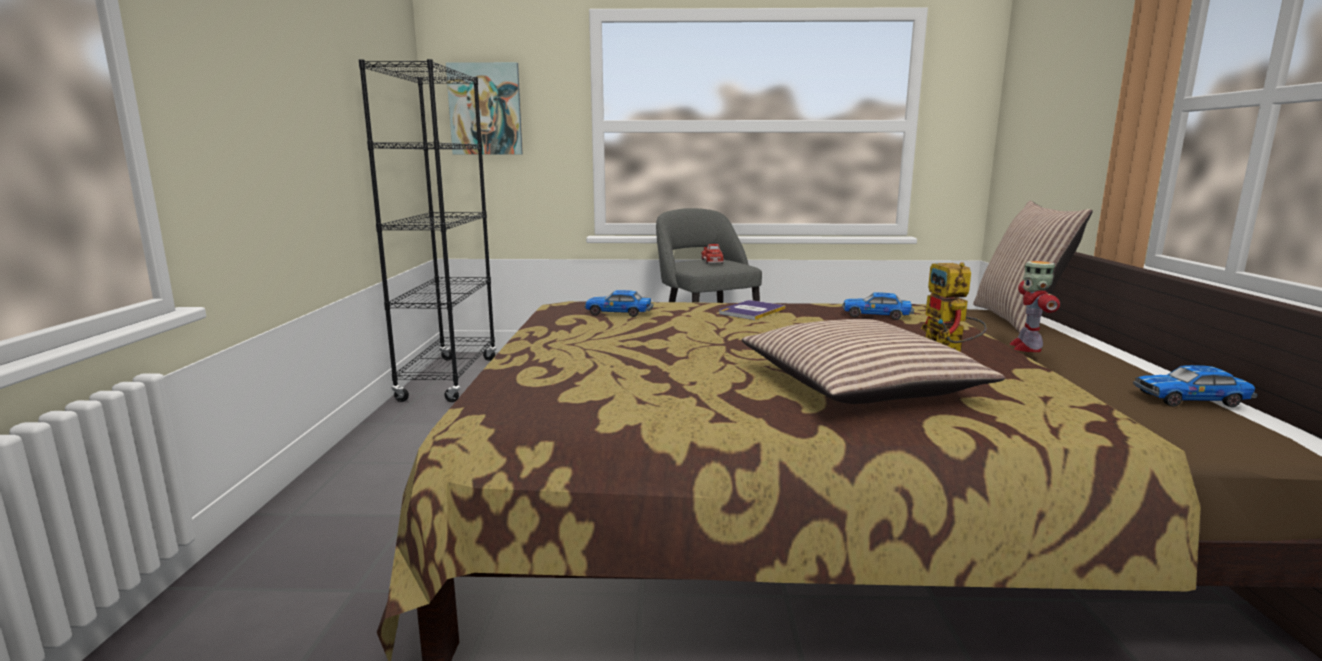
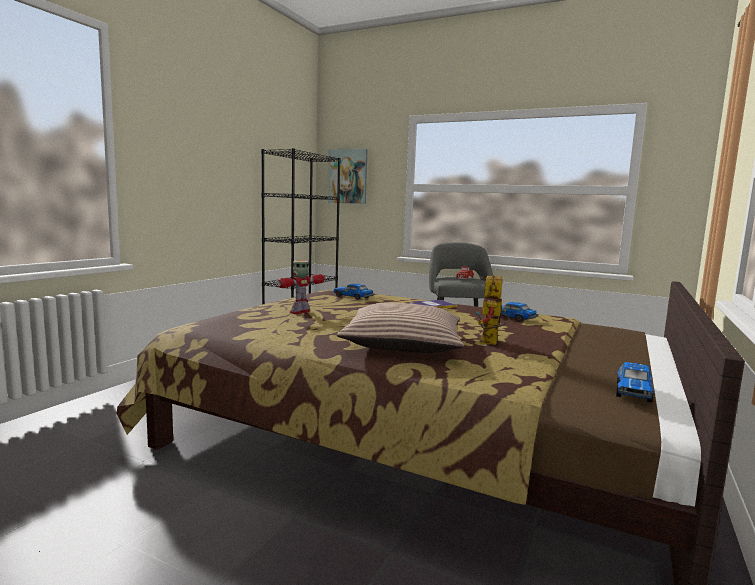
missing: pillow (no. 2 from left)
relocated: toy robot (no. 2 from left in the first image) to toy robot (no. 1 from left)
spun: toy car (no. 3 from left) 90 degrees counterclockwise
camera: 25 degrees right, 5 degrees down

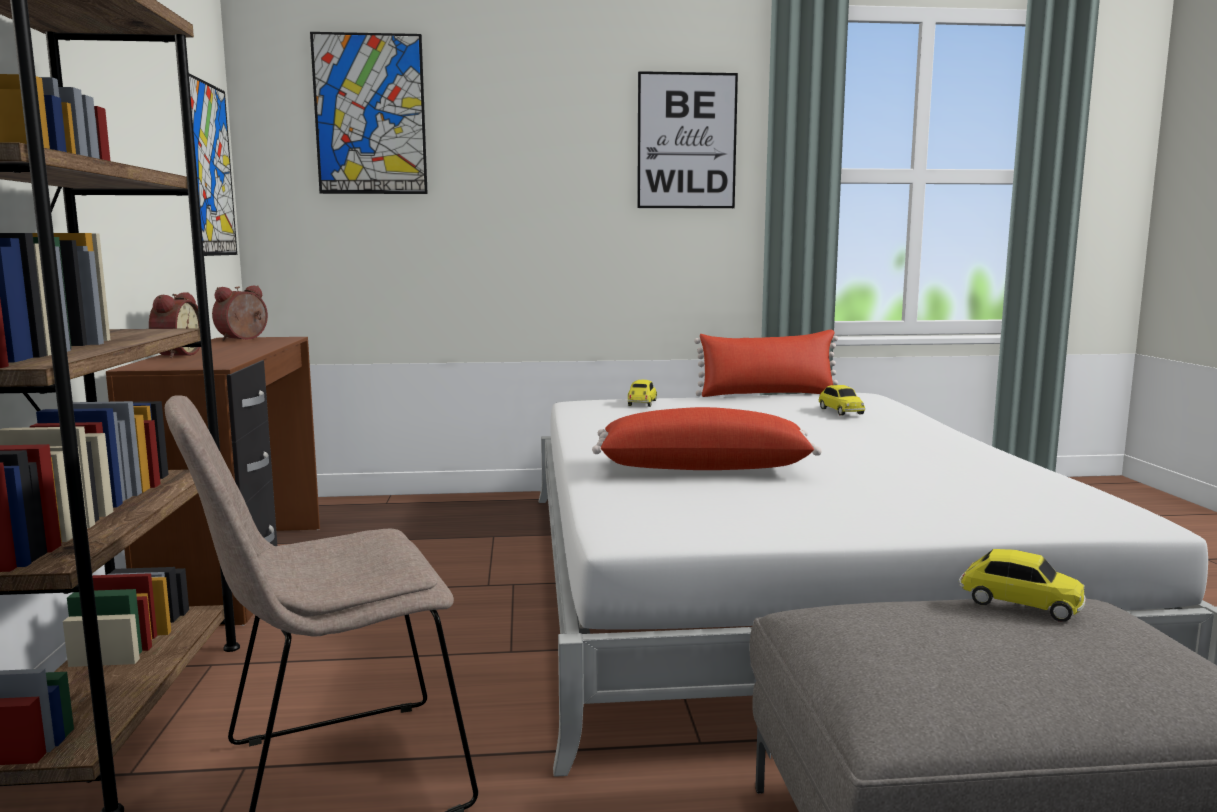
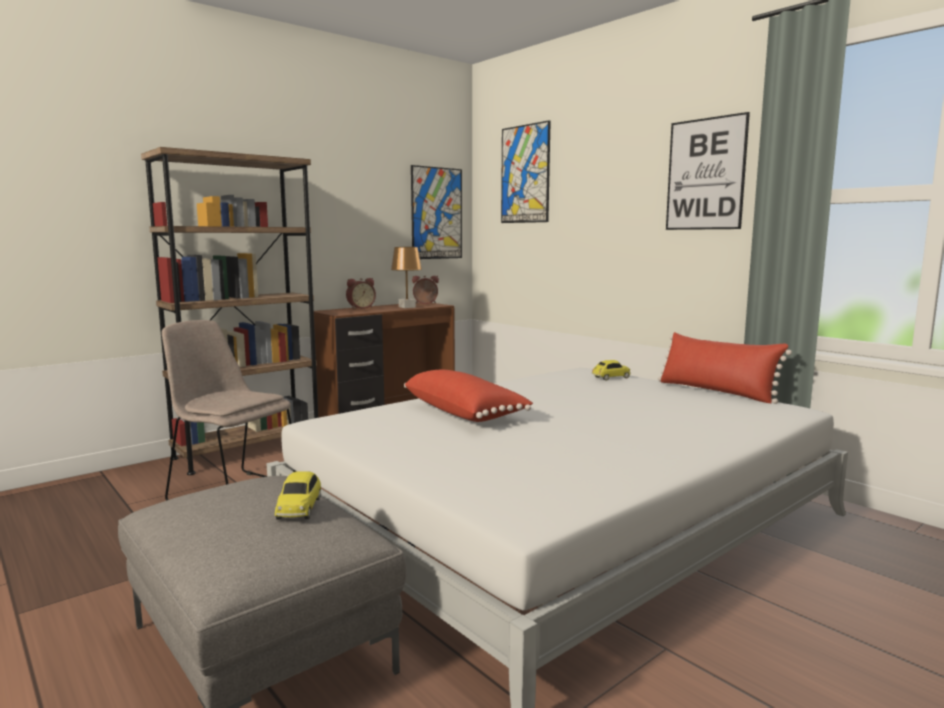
missing: toy car (no. 2 from left)
appeared: table lamp (brown)
camera: 55 degrees right, 0 degrees up

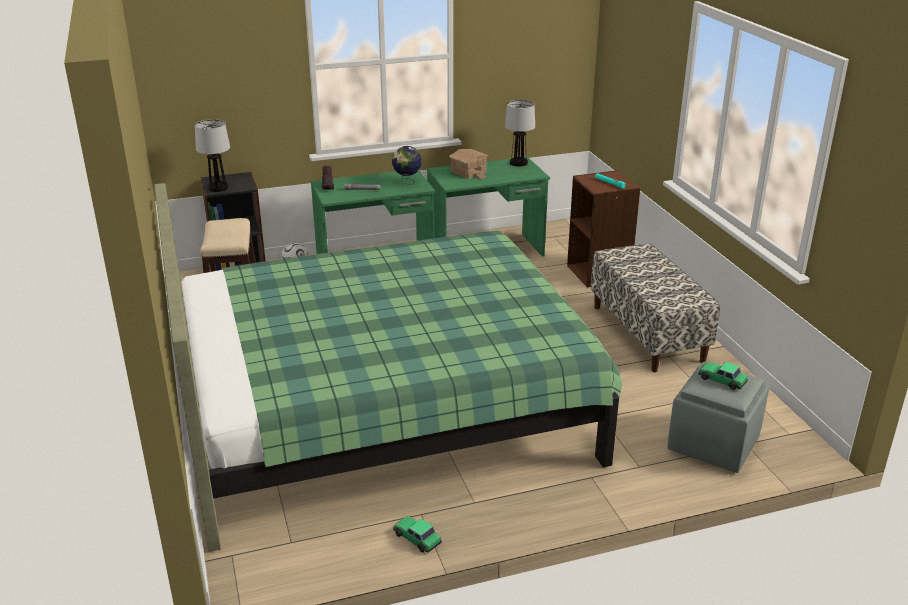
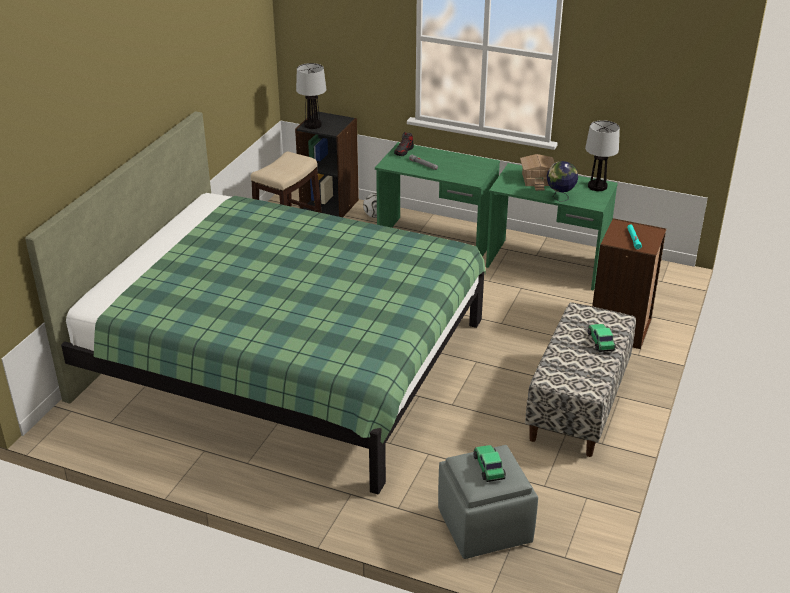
relocated: globe; toy car (no. 1 from left in the first image) to toy car (no. 2 from left)
camera: 40 degrees right, 5 degrees up

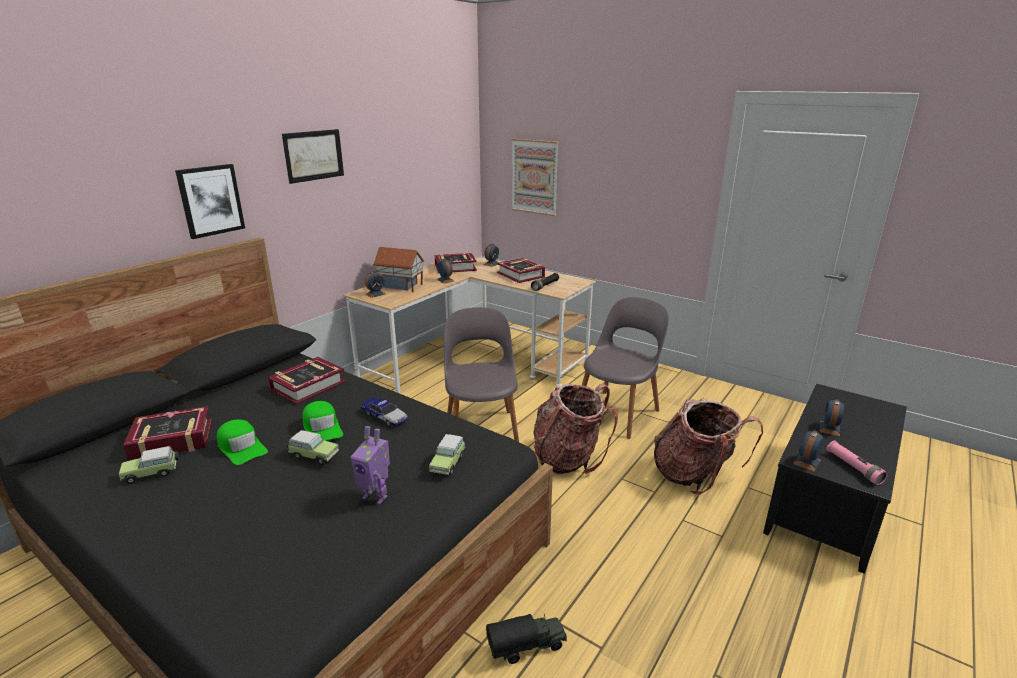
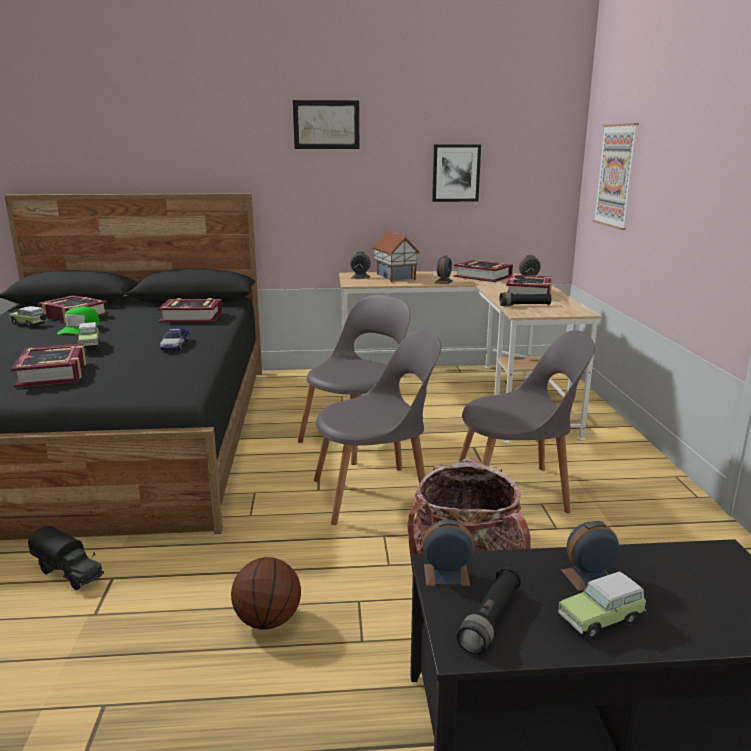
missing: cap (green) (no. 2 from left)
appeared: basketball
relocated: picture (no. 1 from left in the first image) to picture (no. 2 from left); toy car (no. 4 from left)
exchanged: toy robot to book (no. 1 from left); backpack (no. 1 from left) to chair (grey) (no. 2 from left)
colour: flashlight (pink) to flashlight (black) (no. 1 from left)
camera: 50 degrees right, 5 degrees down

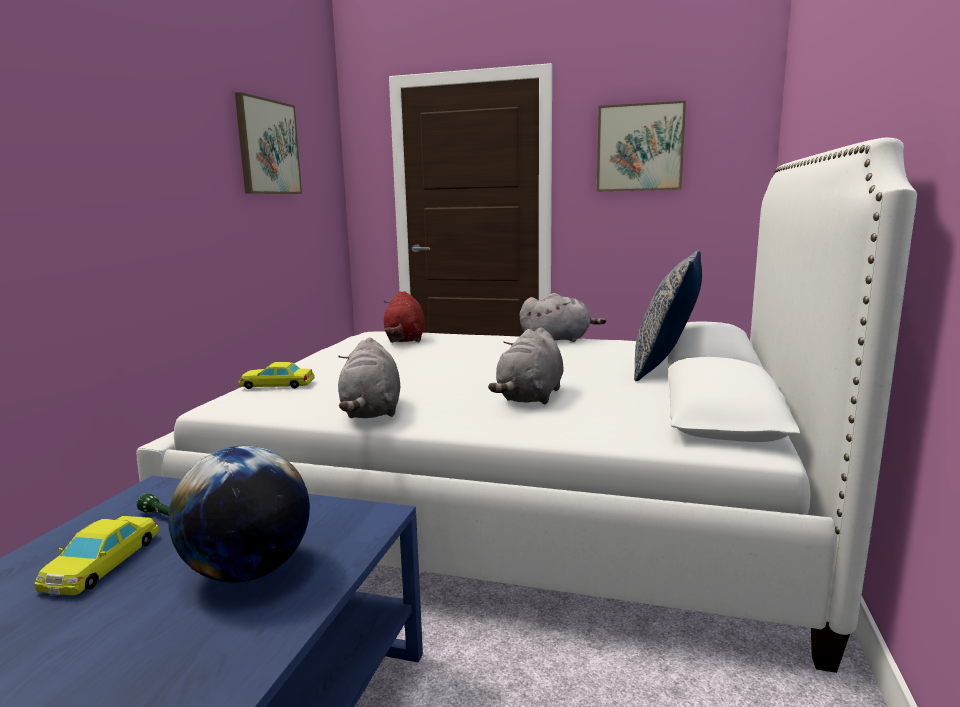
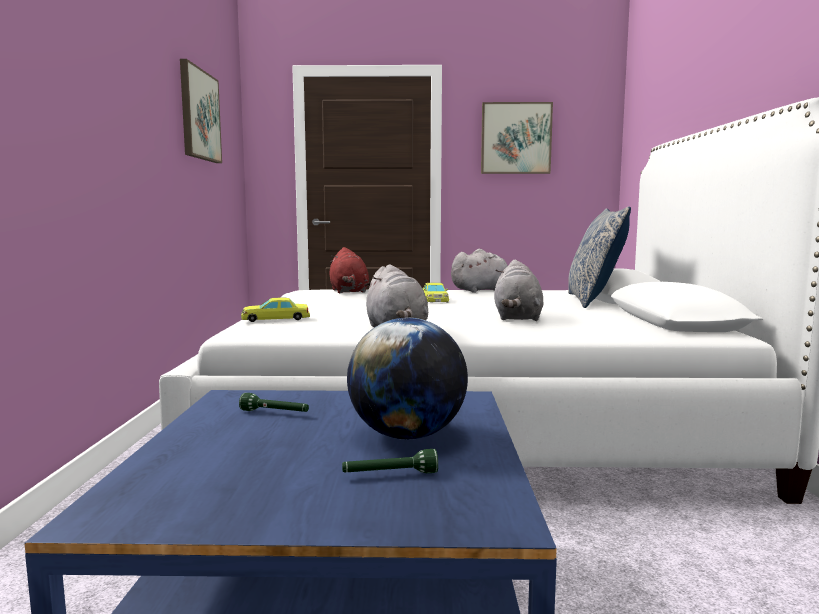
appeared: flashlight (green) (no. 2 from left)
relocated: toy car (yellow) (no. 1 from left in the first image) to toy car (yellow) (no. 2 from left)
camera: 15 degrees left, 5 degrees down

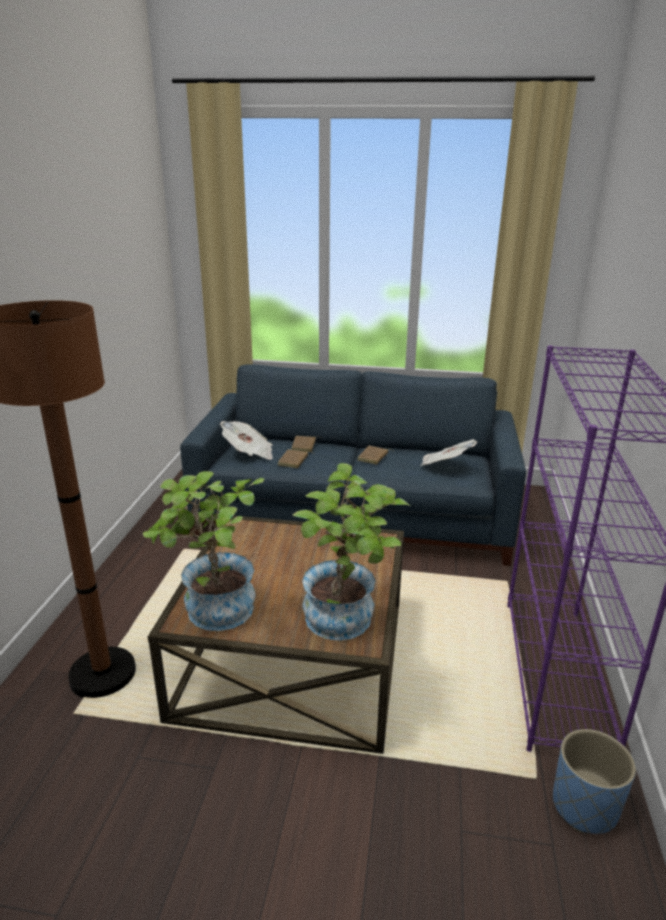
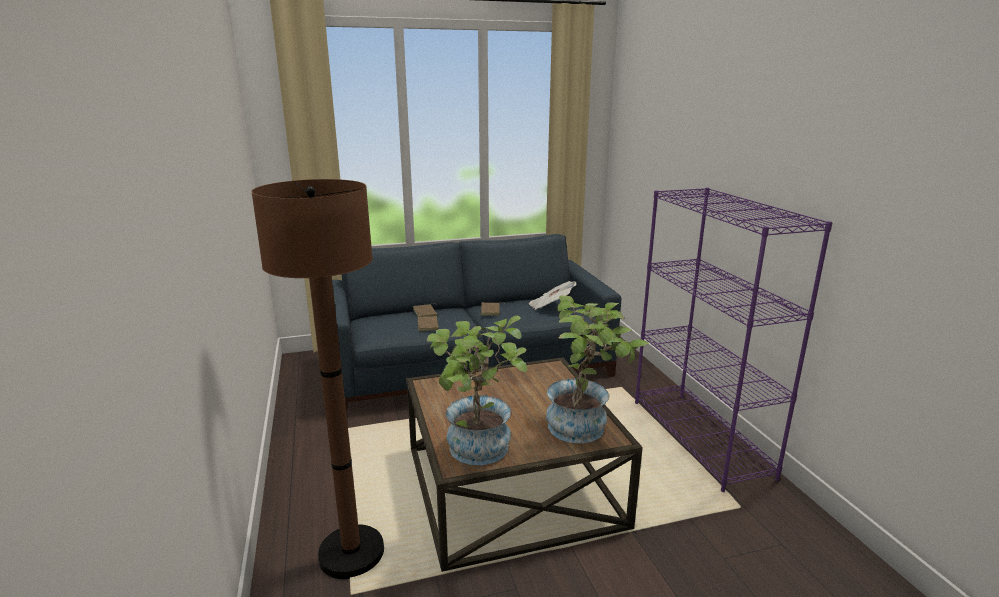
missing: newspaper (no. 1 from left); planter (blue)
camera: 25 degrees left, 5 degrees down

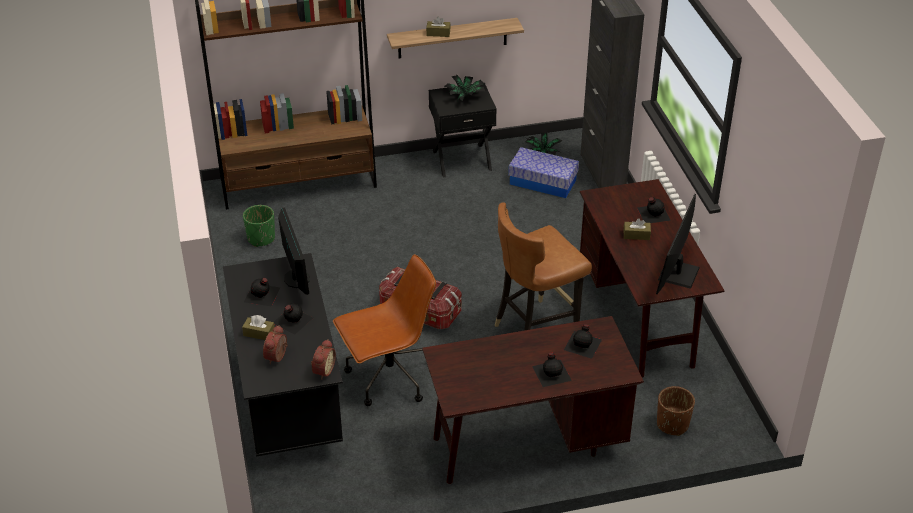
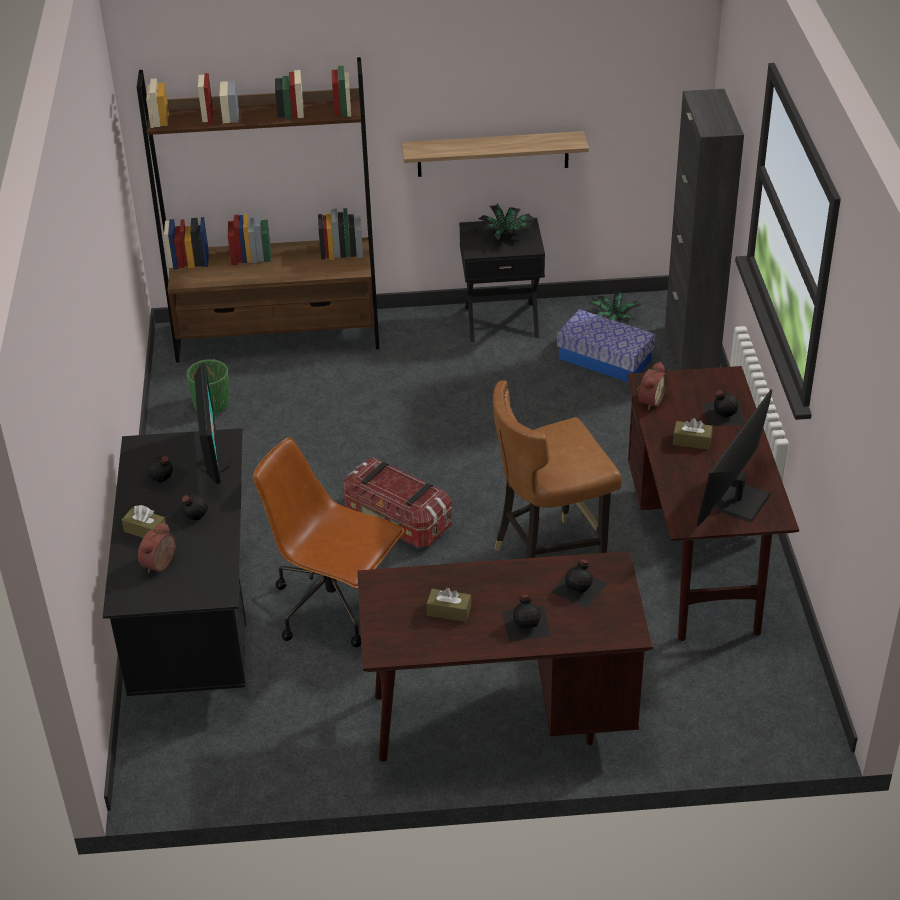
missing: planter (brown)
relocated: alarm clock (no. 2 from left); tissue box (brown) (no. 2 from left)
spun: office chair (brown) 135 degrees counterclockwise
camera: 10 degrees right, 0 degrees up

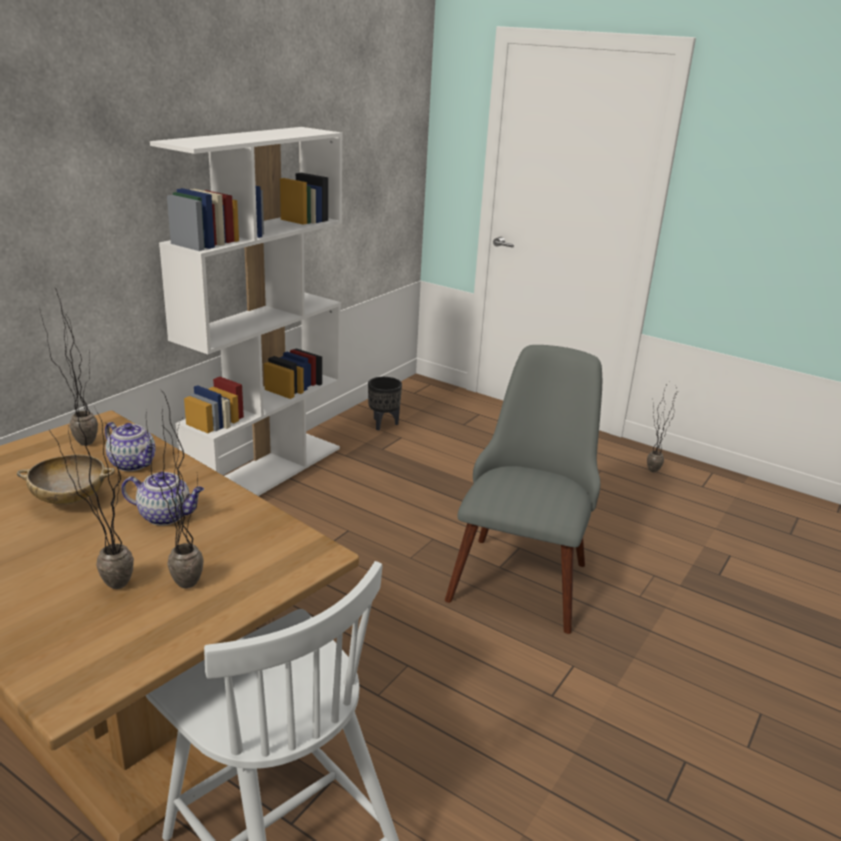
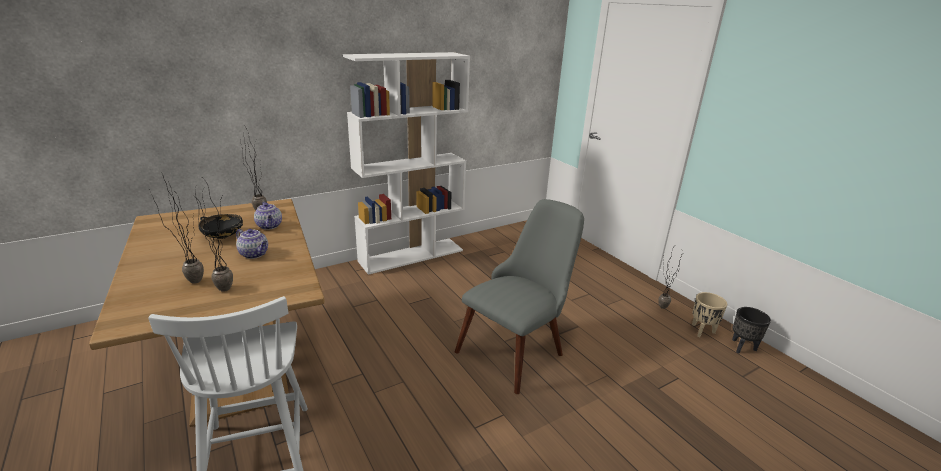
appeared: planter (beige)
relocated: planter (black)
colour: bowl (beige) to bowl (black)
camera: 25 degrees right, 0 degrees up

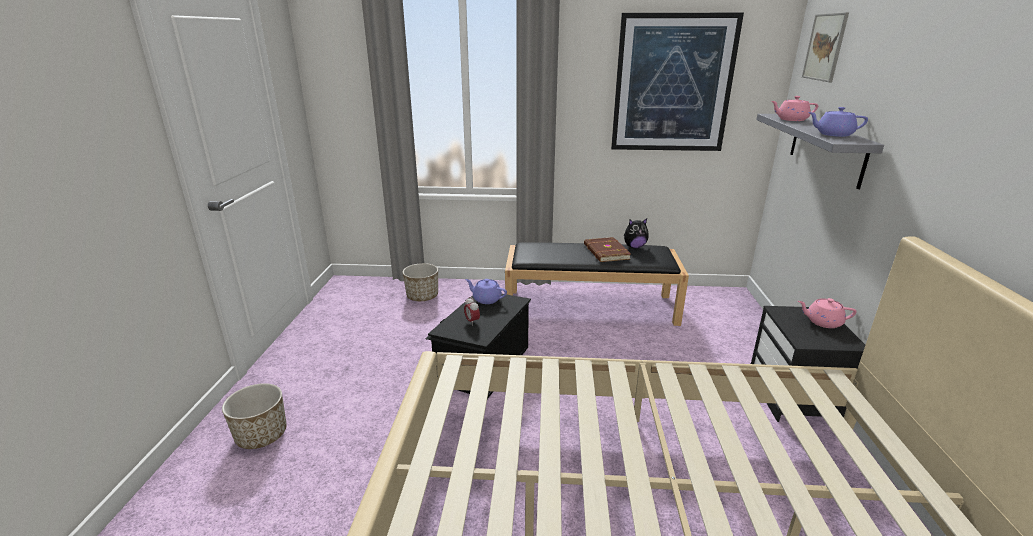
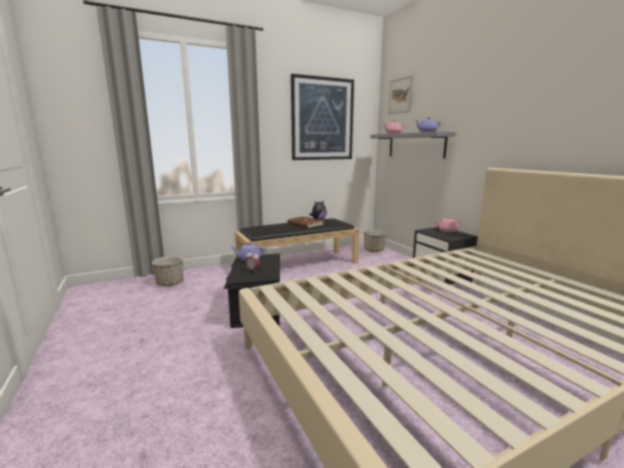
relocated: planter (no. 1 from left in the first image) to planter (no. 2 from left)
camera: 30 degrees left, 10 degrees down

